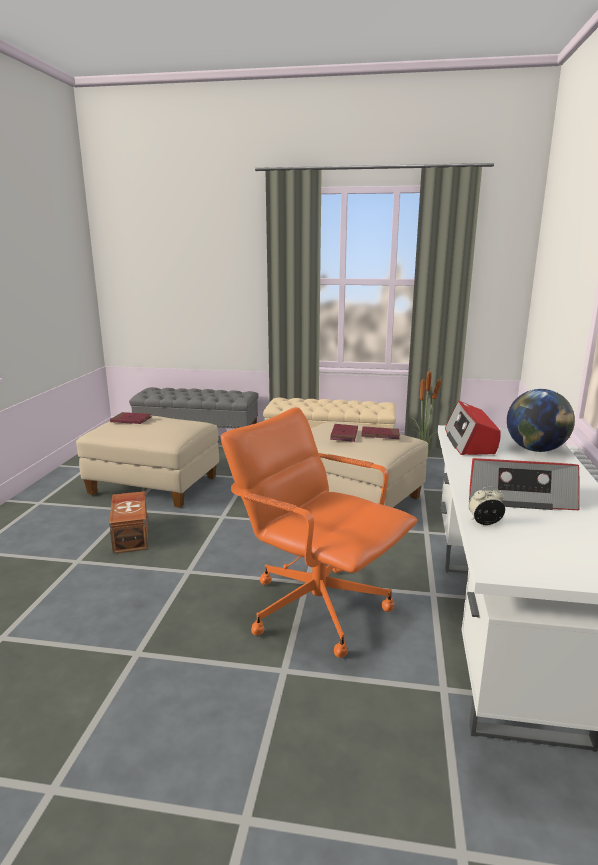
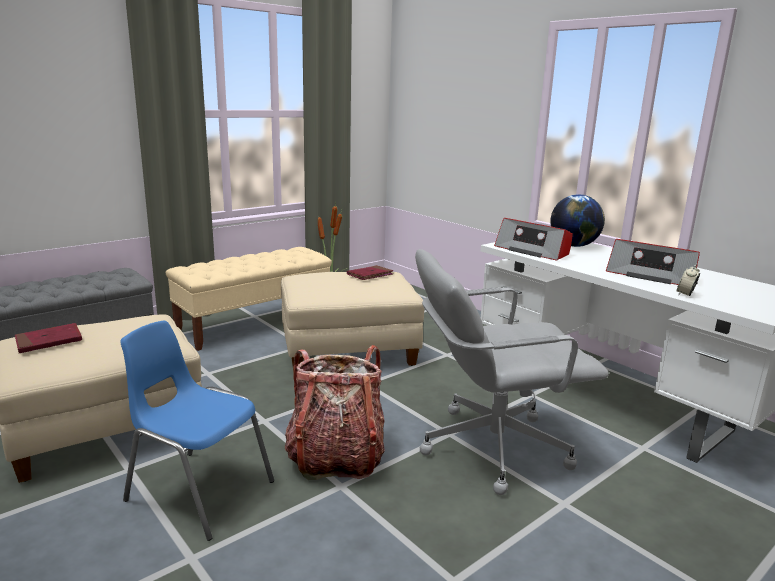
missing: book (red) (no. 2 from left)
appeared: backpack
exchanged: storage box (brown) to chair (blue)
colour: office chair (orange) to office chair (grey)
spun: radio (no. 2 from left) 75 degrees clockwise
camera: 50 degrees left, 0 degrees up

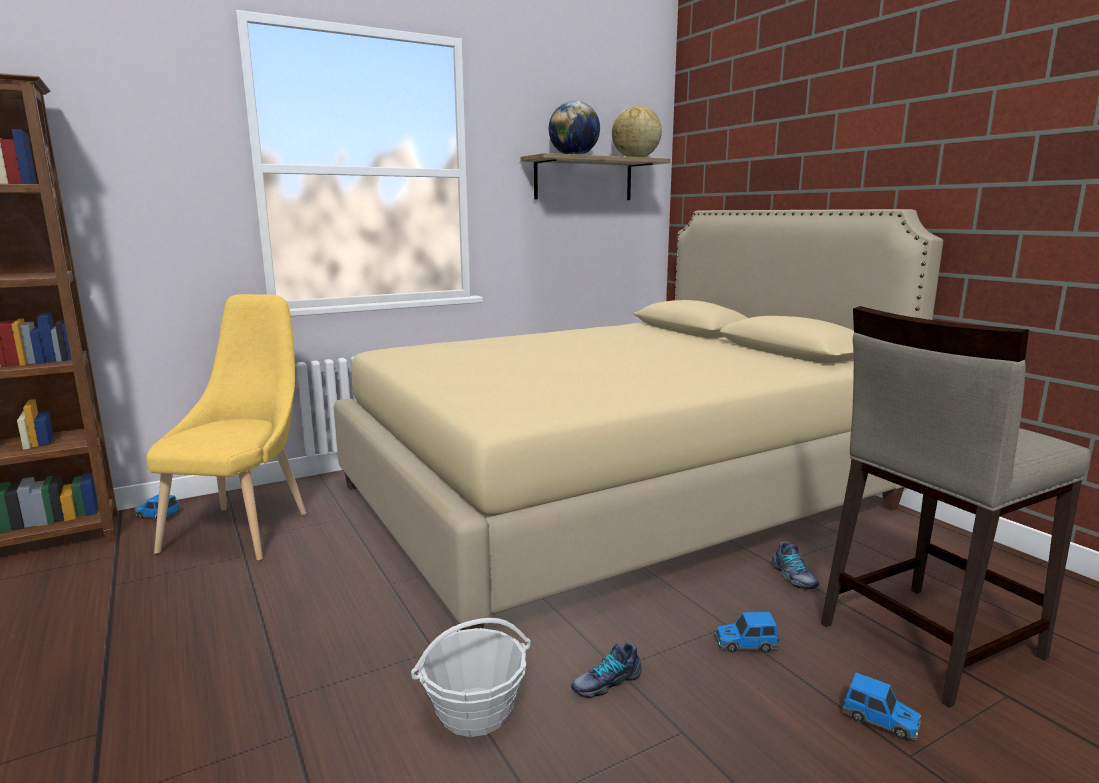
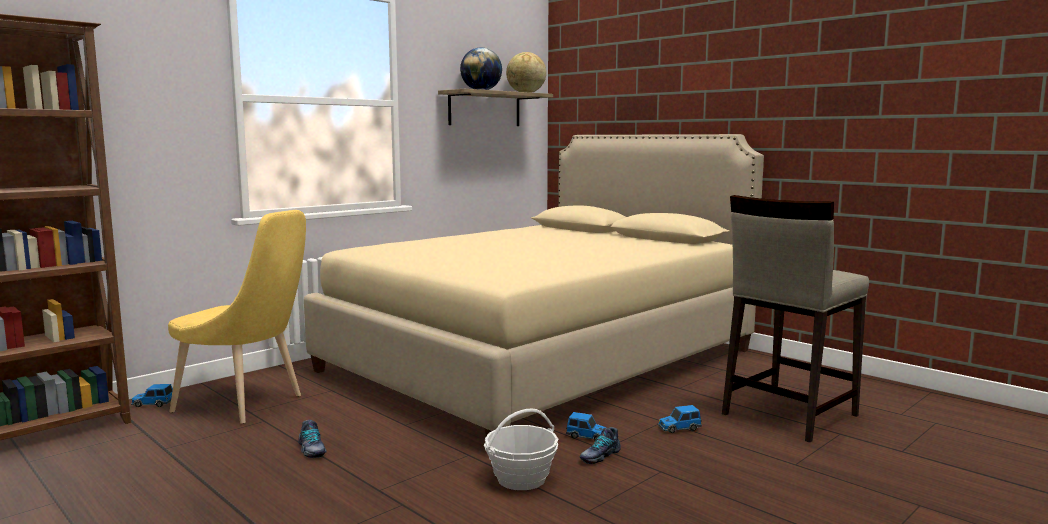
relocated: shoe (no. 2 from left in the first image) to shoe (no. 1 from left); toy car (no. 3 from left in the first image) to toy car (no. 2 from left)
spun: chair (yellow) 120 degrees clockwise
camera: 15 degrees left, 5 degrees down

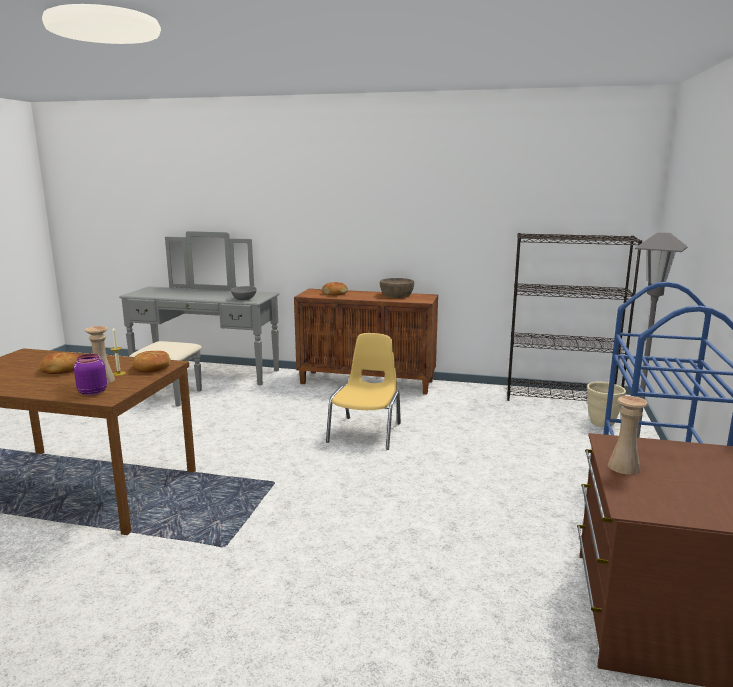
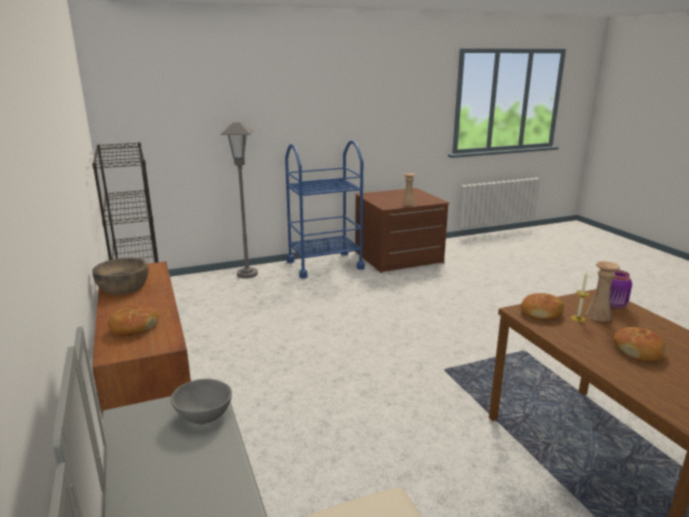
missing: chair (yellow); planter (beige)
camera: 125 degrees left, 5 degrees up

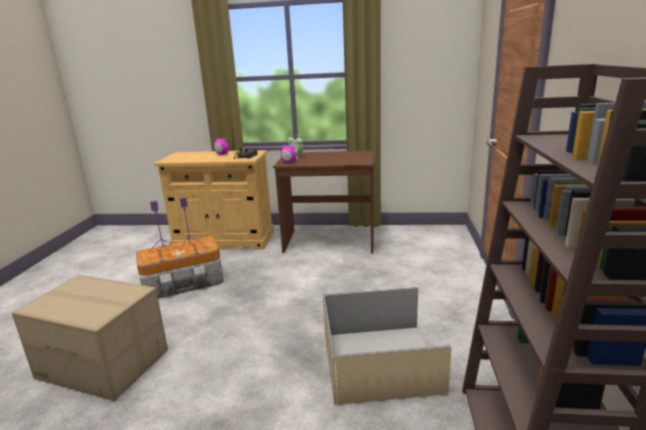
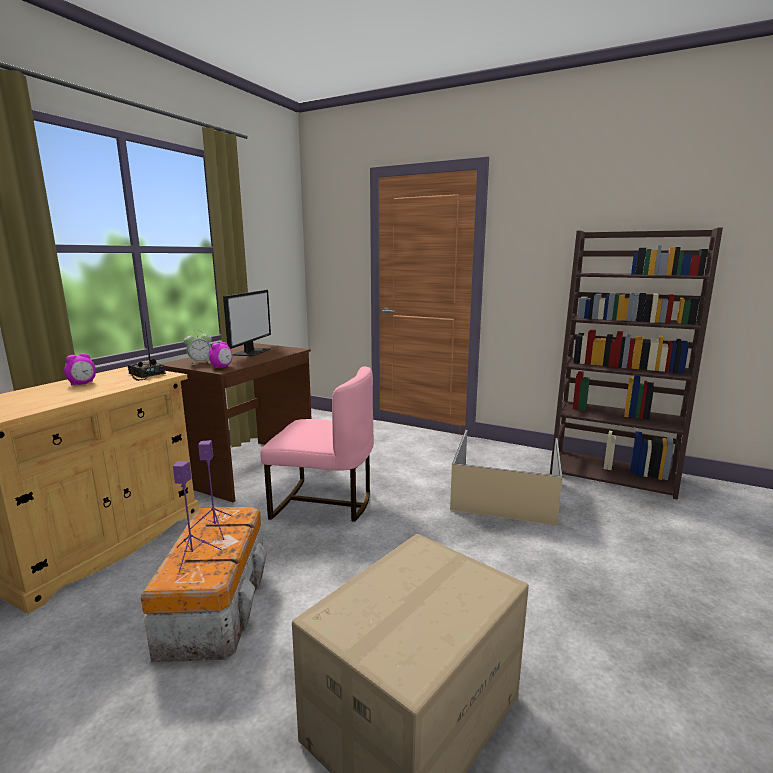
appeared: monitor; chair (pink)
camera: 70 degrees left, 5 degrees down

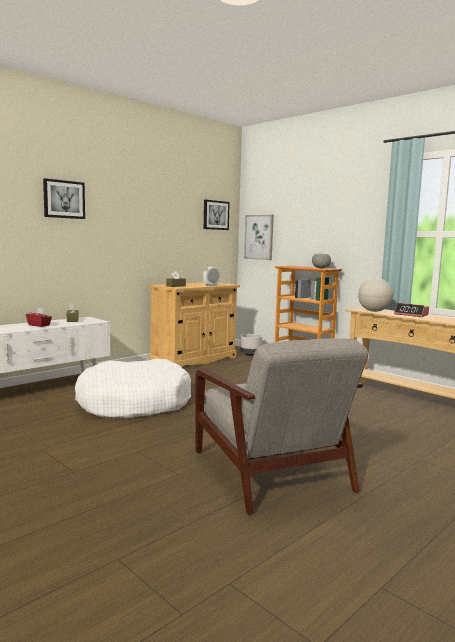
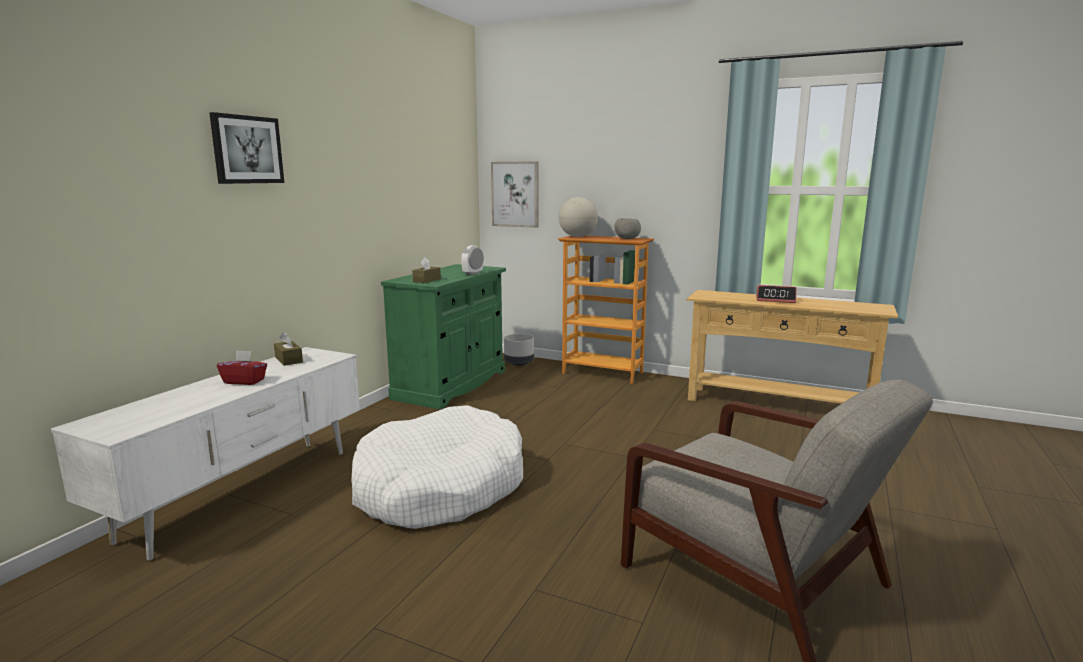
missing: picture (no. 2 from left)
relocated: globe
colour: cabinet (beige) to cabinet (green)
camera: 20 degrees left, 5 degrees up

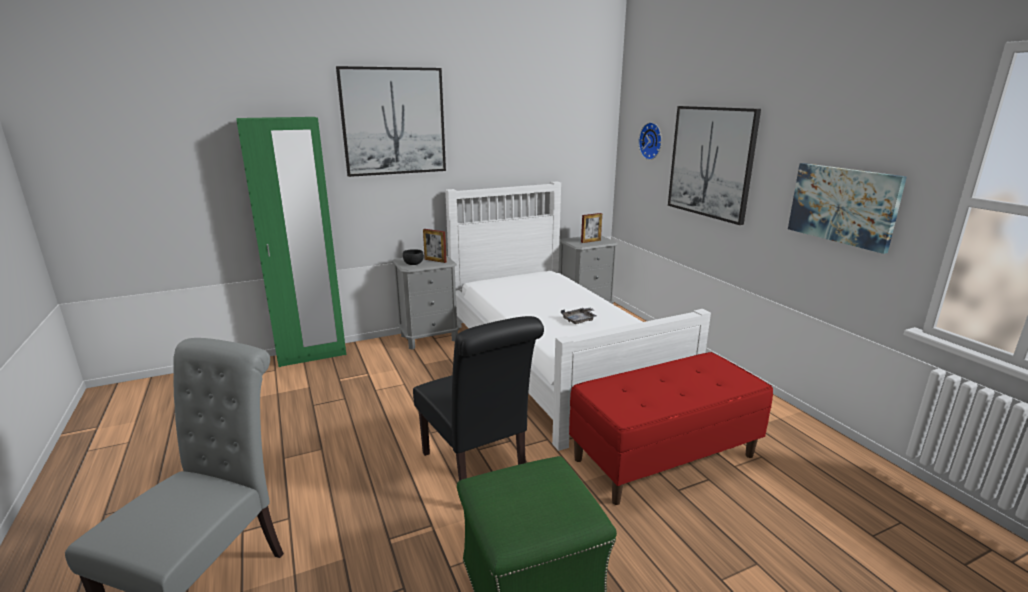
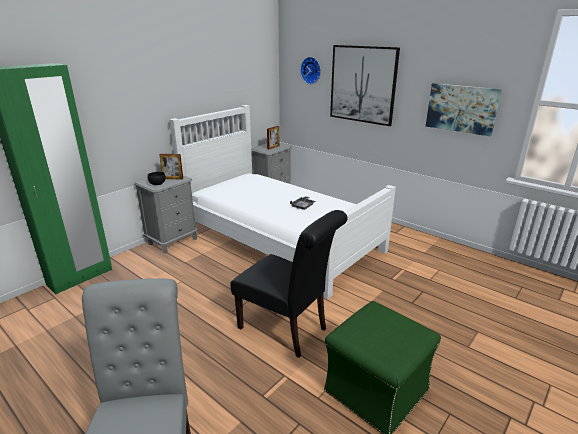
missing: picture (no. 1 from left); bench (red)
camera: 25 degrees left, 5 degrees up

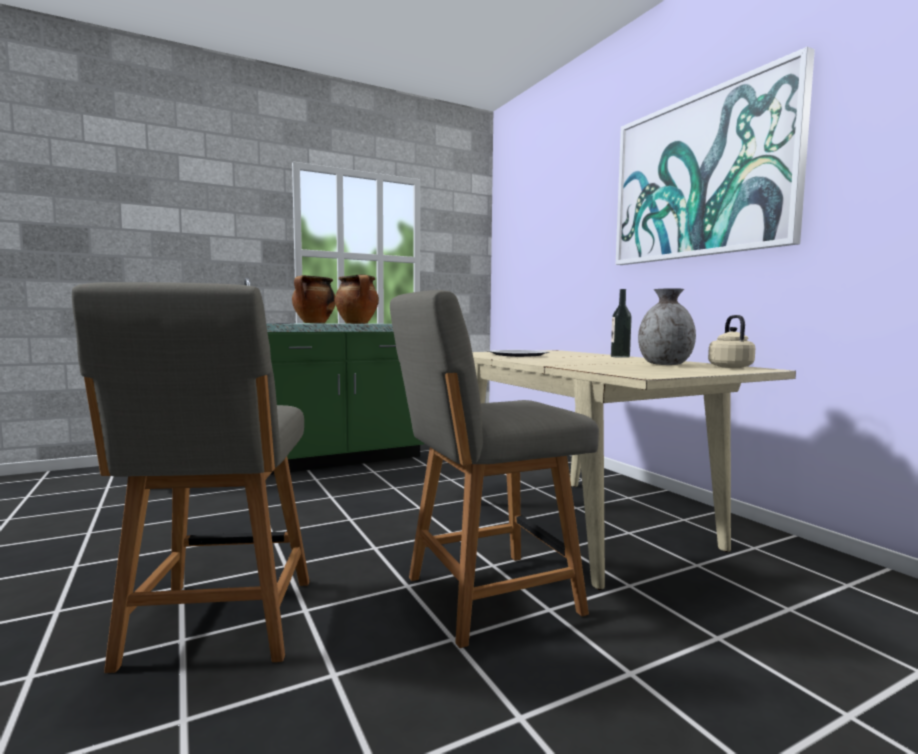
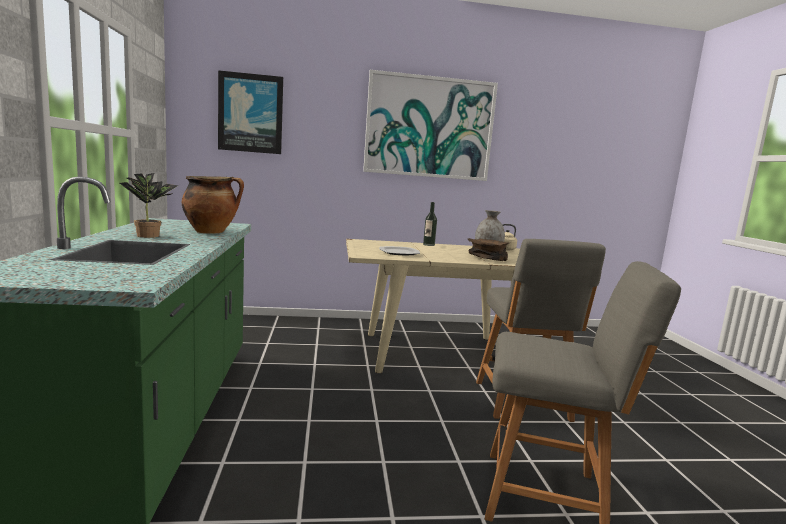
appeared: picture (no. 1 from left); bowl (brown)
exchanged: cooking pot (no. 1 from left) to potted plant
camera: 70 degrees left, 5 degrees up

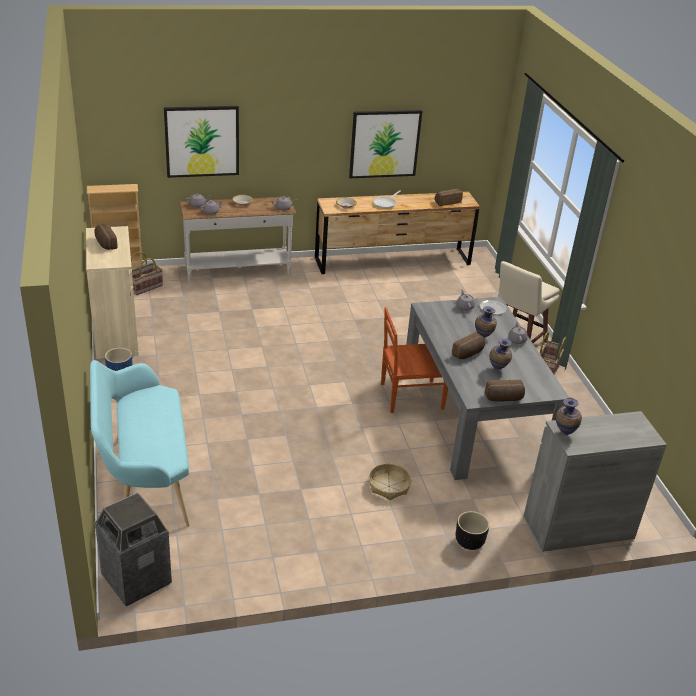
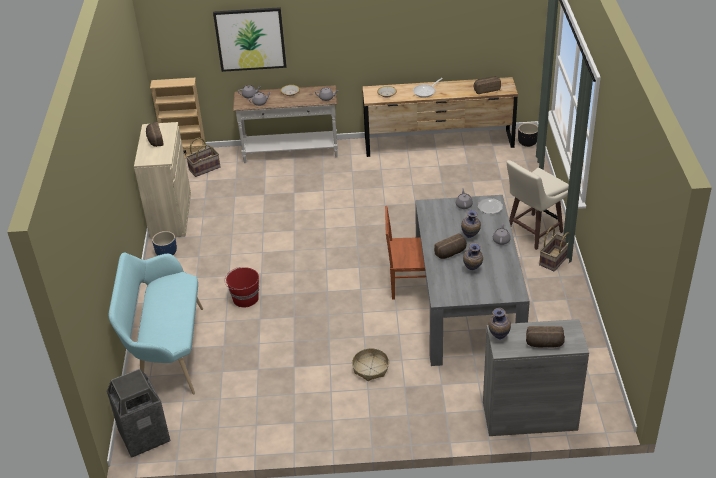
missing: picture (no. 2 from left)
appeared: bucket (red)
relocated: planter (black); bread (no. 4 from left)
camera: 15 degrees right, 5 degrees up

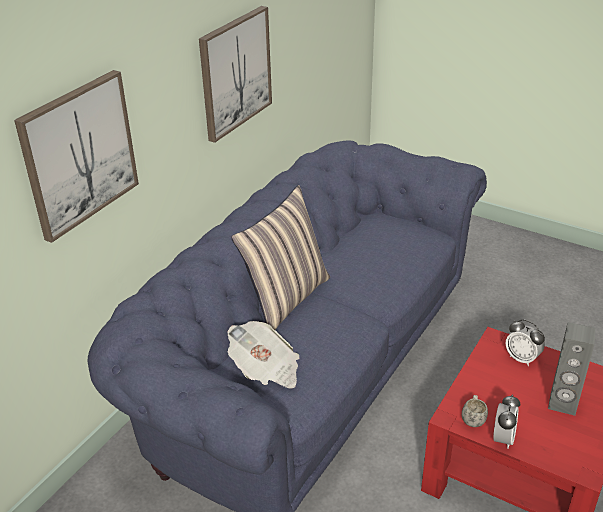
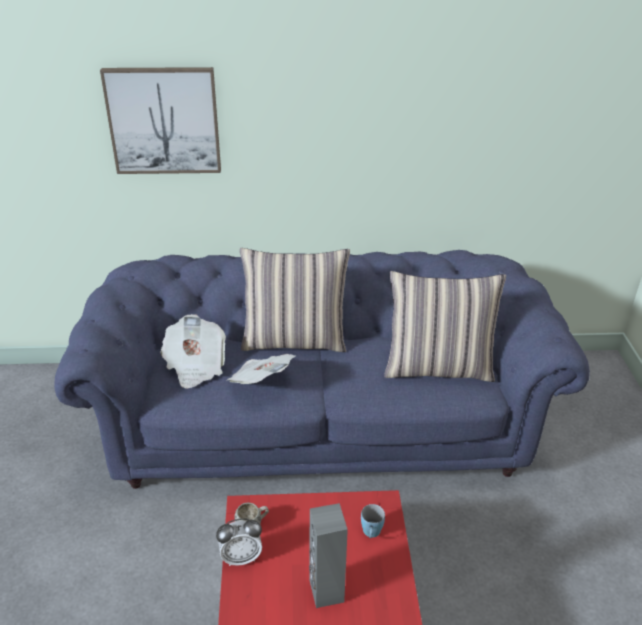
missing: picture (no. 2 from left)
appeared: newspaper (no. 2 from left); pillow (no. 2 from left)
exchanged: alarm clock (no. 2 from left) to mug (blue)
camera: 55 degrees right, 0 degrees up

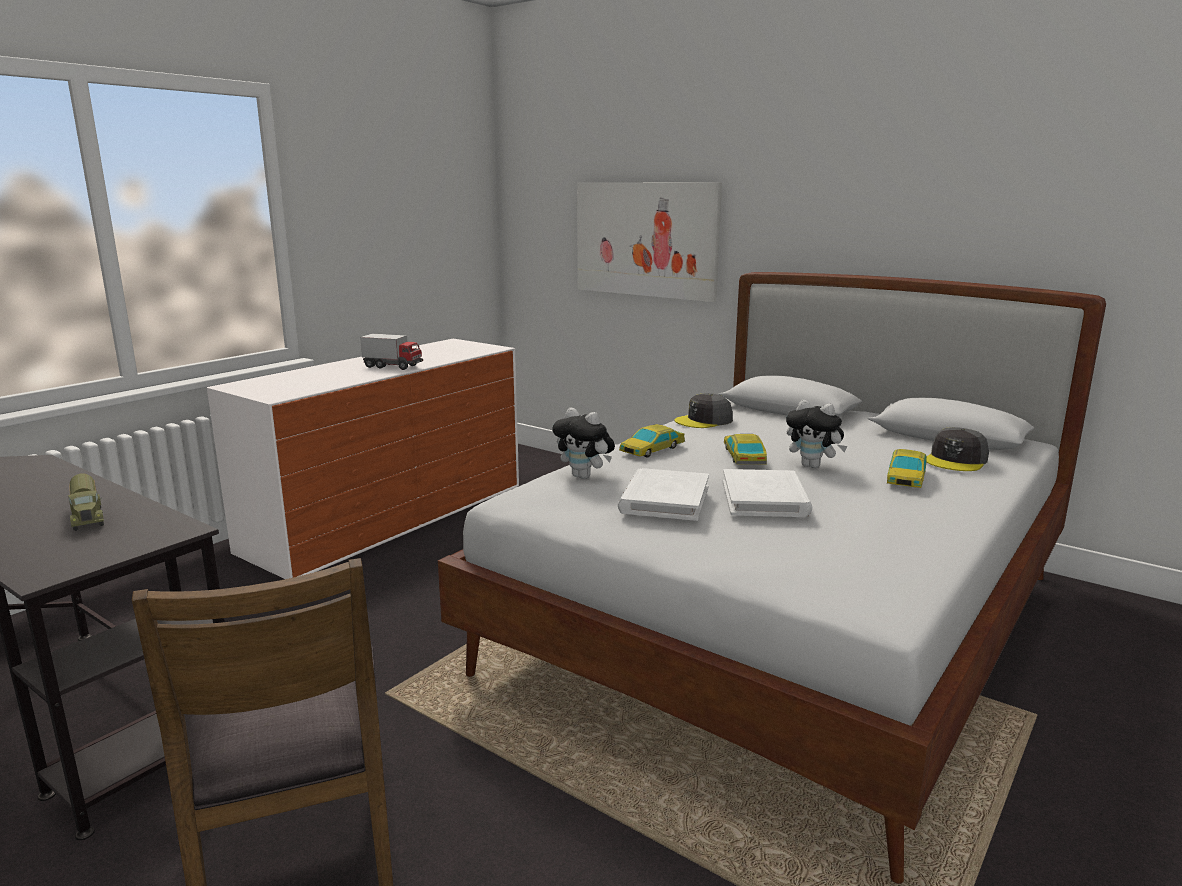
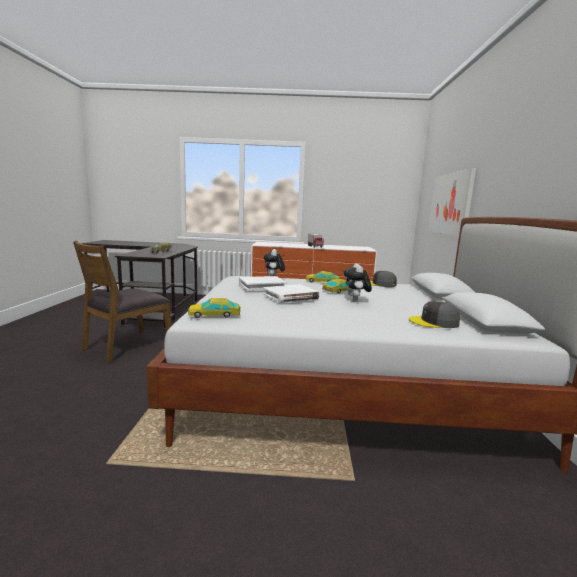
relocated: toy car (no. 3 from left in the first image) to toy car (no. 1 from left)
camera: 55 degrees right, 5 degrees down

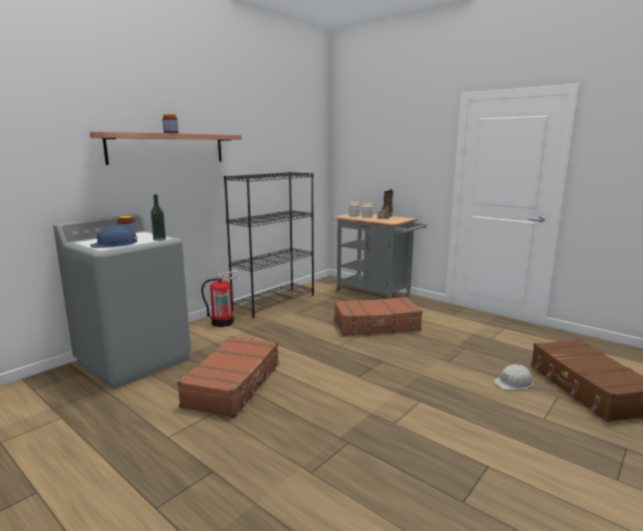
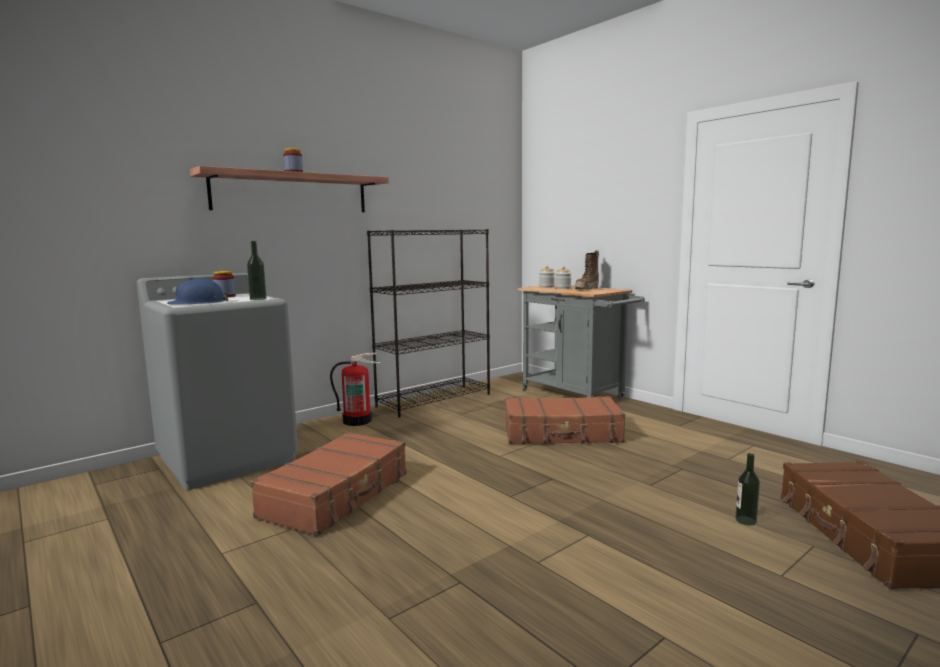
exchanged: hard hat (white) to bottle (no. 2 from left)
camera: 10 degrees right, 5 degrees down

